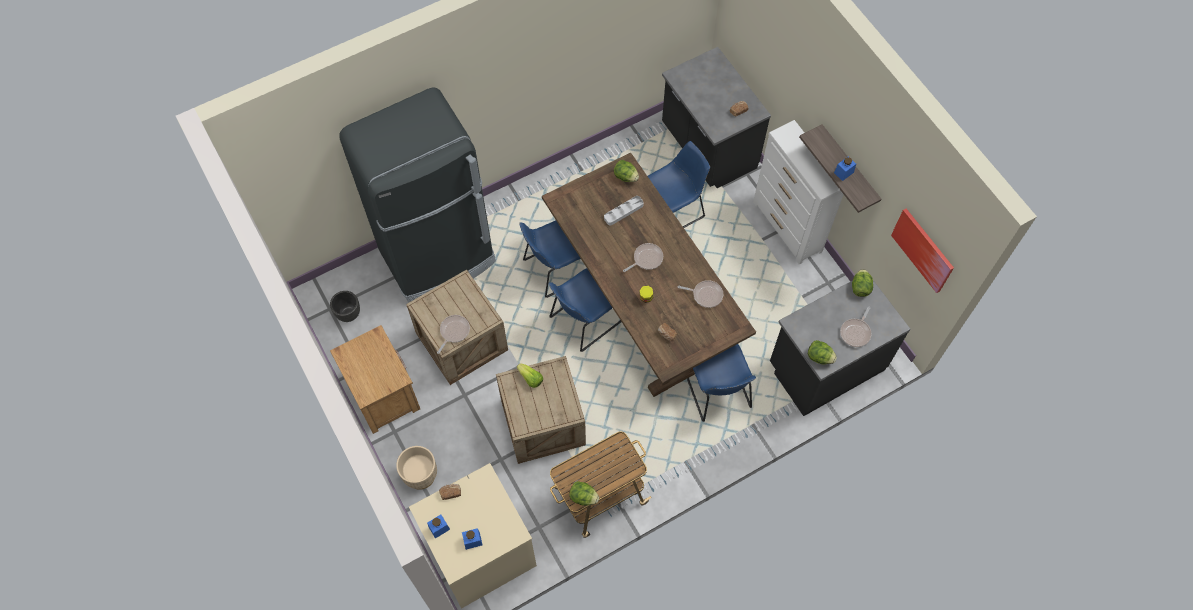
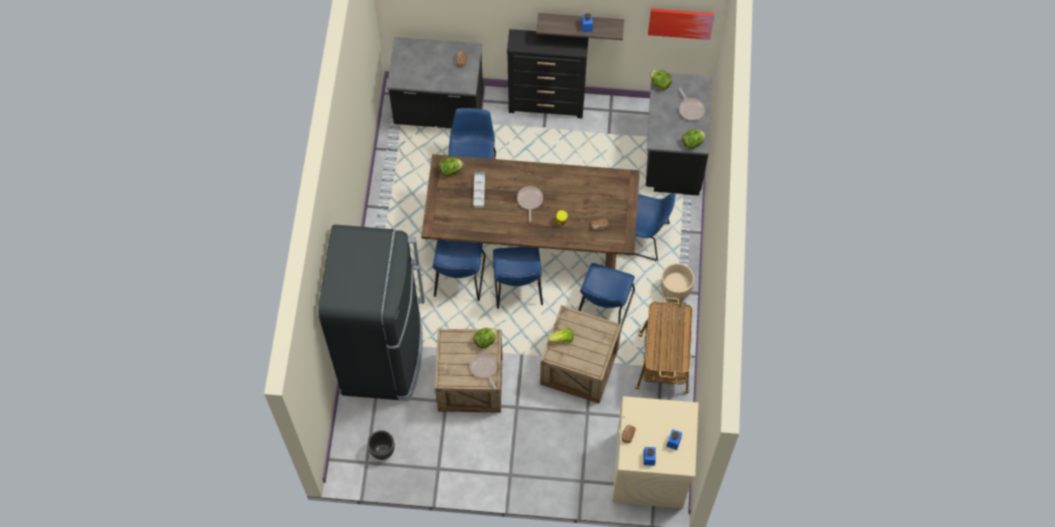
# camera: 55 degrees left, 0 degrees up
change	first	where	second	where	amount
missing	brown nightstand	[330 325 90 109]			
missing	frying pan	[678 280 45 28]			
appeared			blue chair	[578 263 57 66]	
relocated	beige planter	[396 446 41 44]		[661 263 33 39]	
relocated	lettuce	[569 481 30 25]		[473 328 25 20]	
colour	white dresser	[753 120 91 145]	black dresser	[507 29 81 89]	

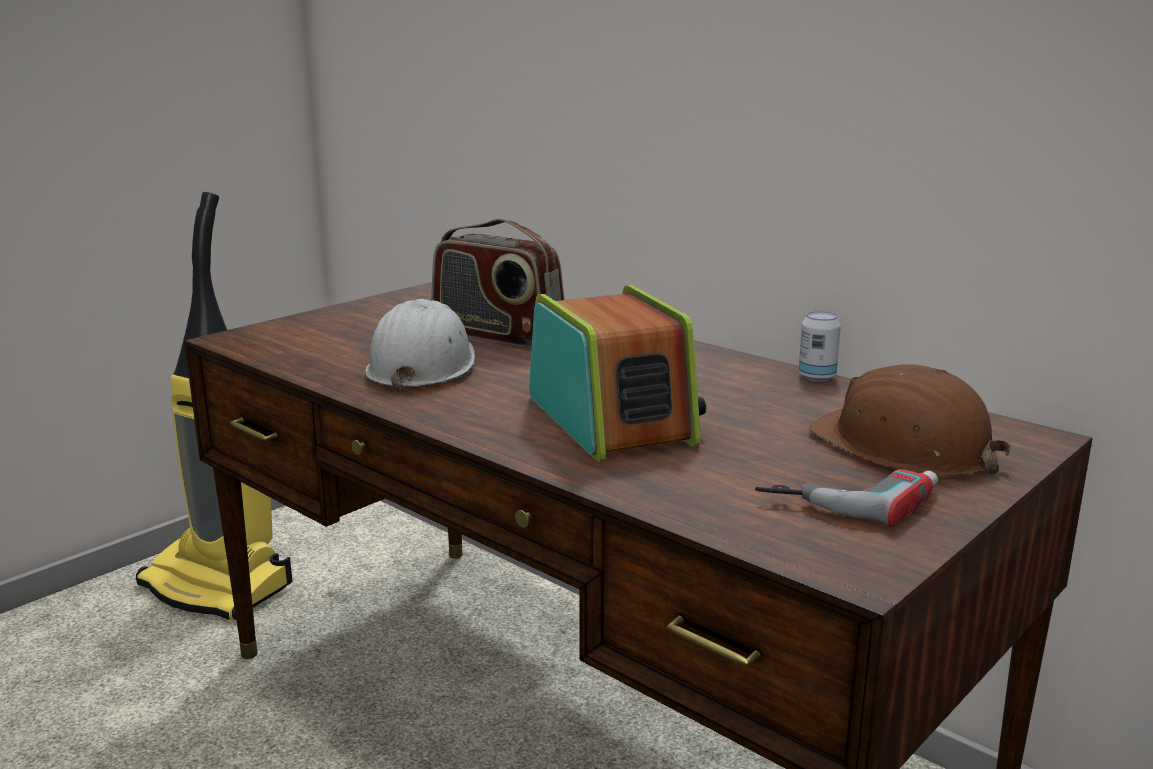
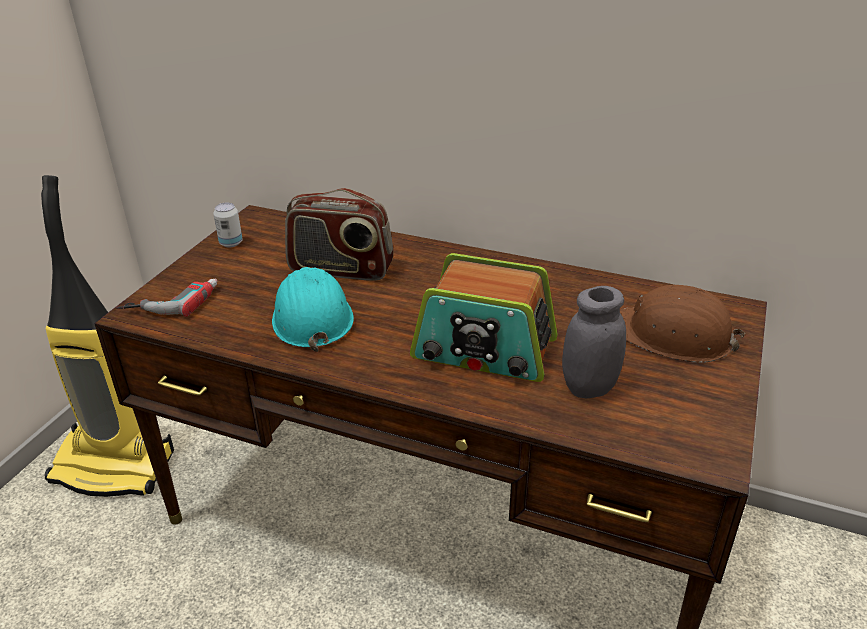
# camera: 20 degrees left, 15 degrees up
change	first	where	second	where	amount
appeared			grey jar	[562 286 64 113]	
relocated	power drill	[755 469 183 58]		[115 279 102 38]	
relocated	can	[799 311 42 71]		[213 203 30 45]	
colour	white hard hat	[365 299 110 93]	turquoise hard hat	[272 267 82 85]	
spun	radio	[529 285 177 177]		[410 253 148 129]	150 degrees clockwise

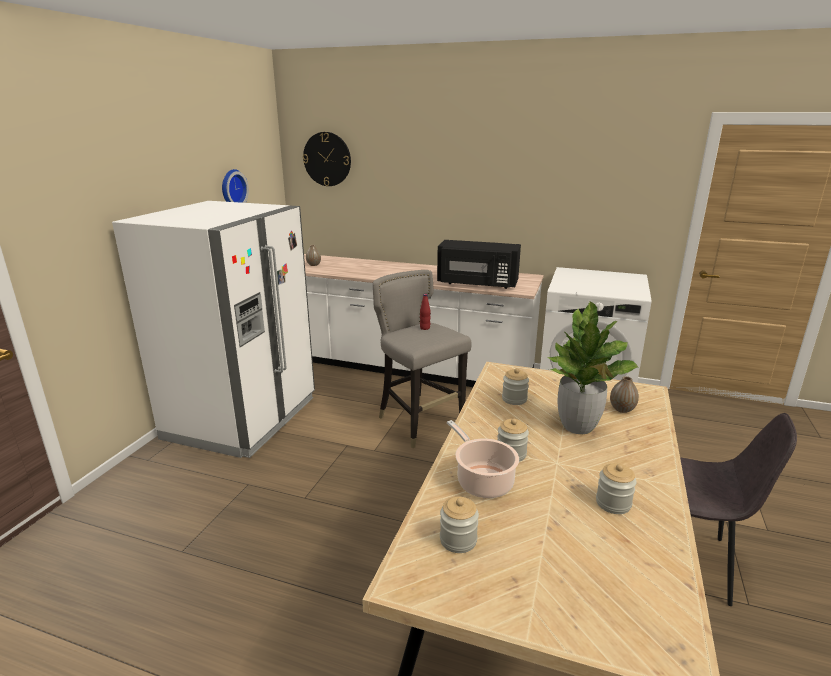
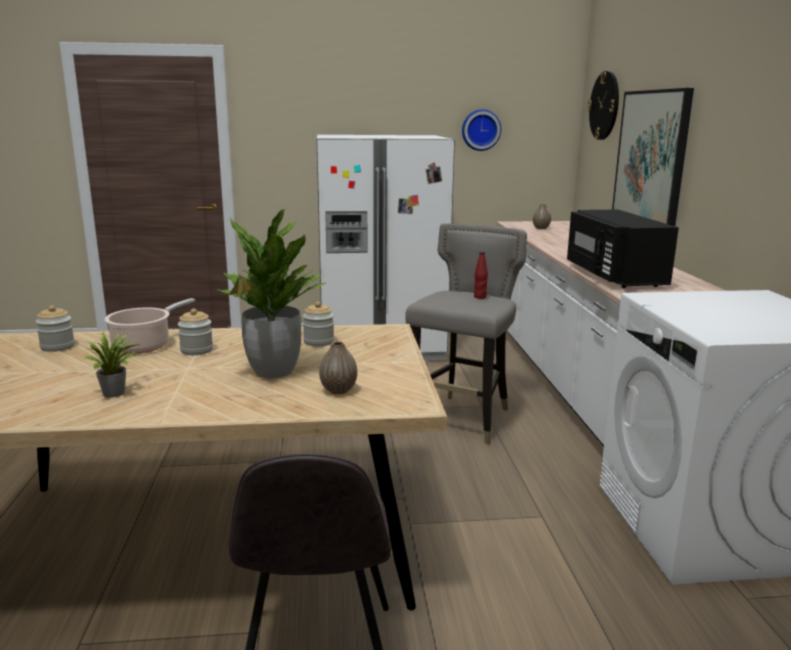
# camera: 65 degrees right, 5 degrees down
change	first	where	second	where	amount
appeared			picture	[612 88 82 138]	
exchanged	jar	[596 463 41 51]	potted plant	[84 332 56 66]	

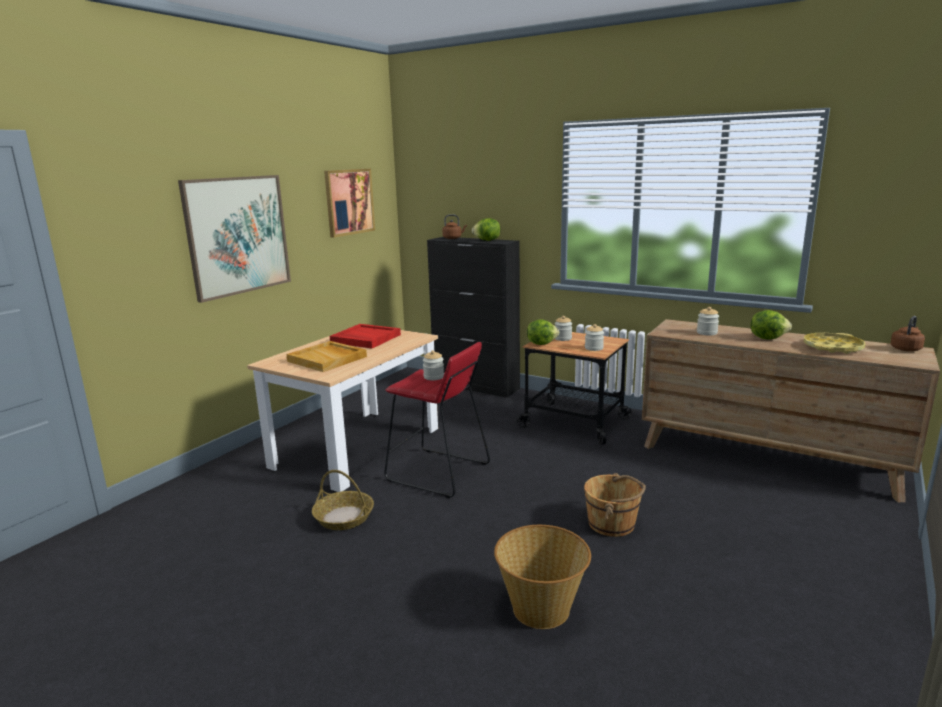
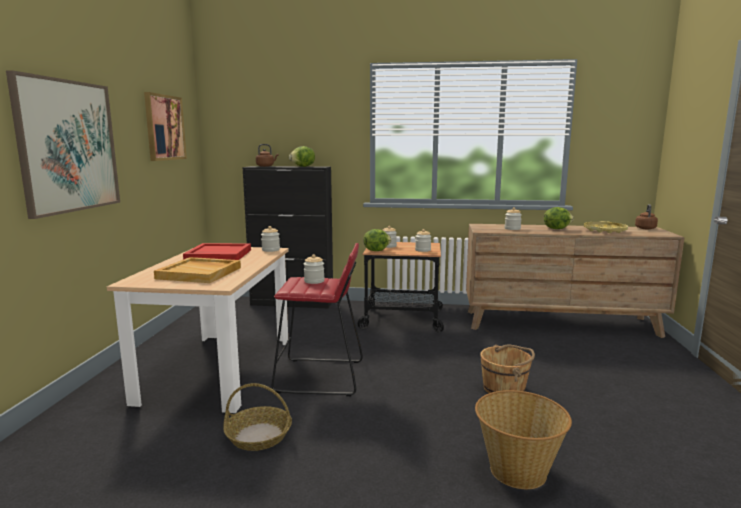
# camera: 25 degrees left, 5 degrees down
change	first	where	second	where	amount
appeared			jar	[261 226 19 26]	

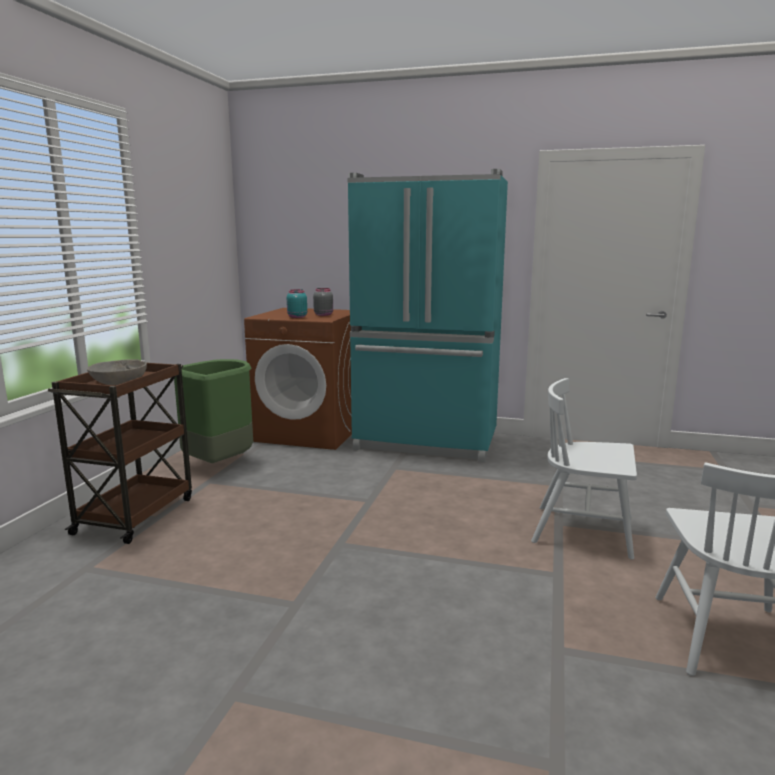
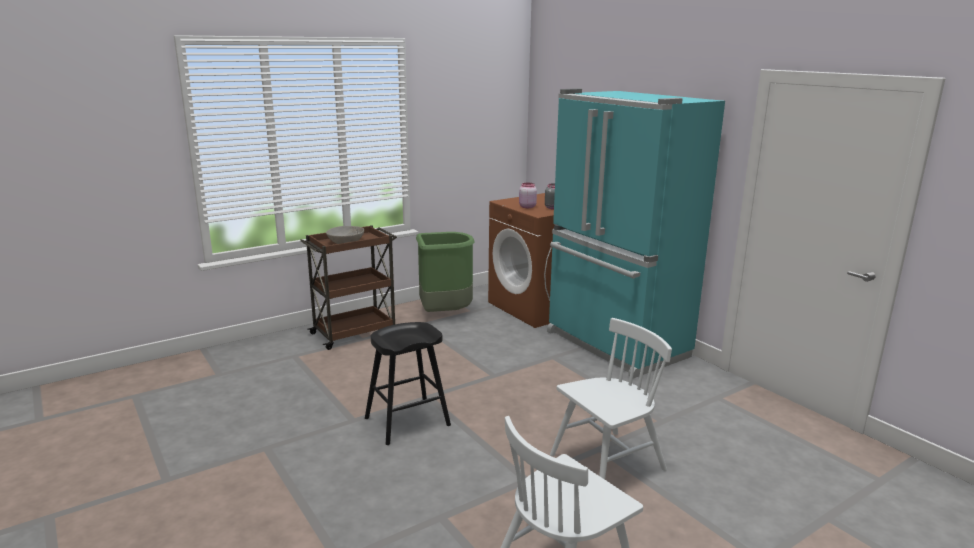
# camera: 40 degrees right, 5 degrees up
change	first	where	second	where	amount
appeared			black stool	[365 322 86 123]	
colour	turquoise jar	[287 289 20 29]	pink jar	[519 183 18 25]	
spun	white chair	[531 378 106 181]		[550 318 122 161]	90 degrees clockwise

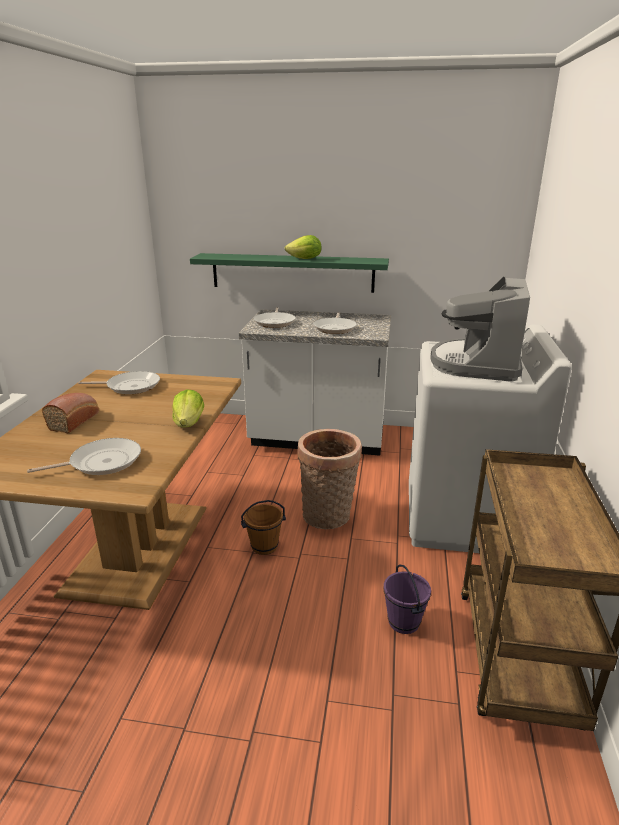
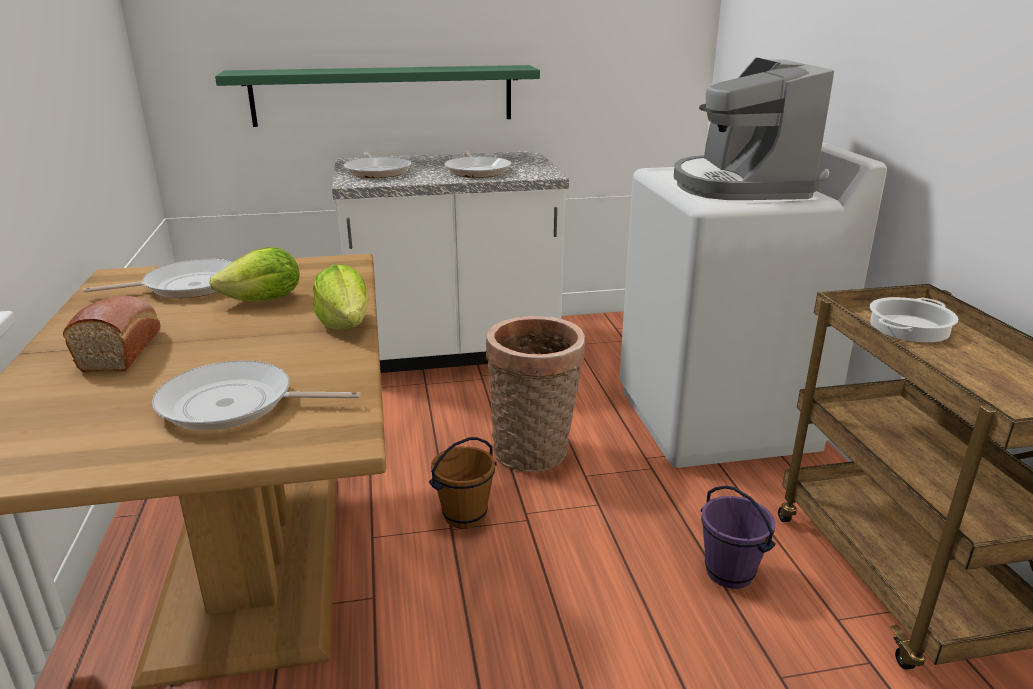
# camera: 20 degrees left, 0 degrees up
change	first	where	second	where	amount
appeared			cooking pot	[870 297 88 45]	
relocated	lettuce	[285 235 37 24]		[209 247 90 55]	
spun	frying pan	[27 438 114 37]		[152 360 208 70]	135 degrees counterclockwise

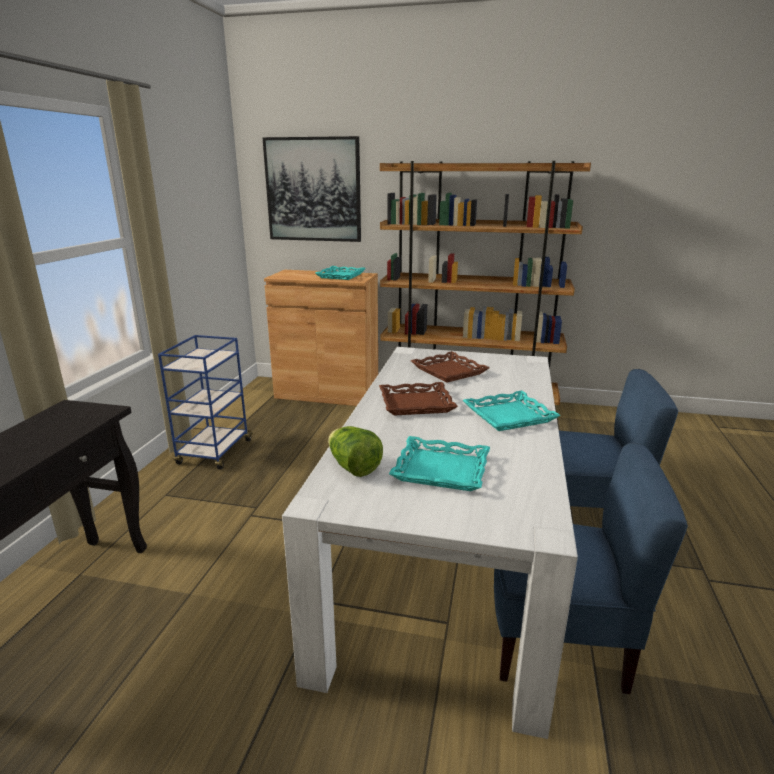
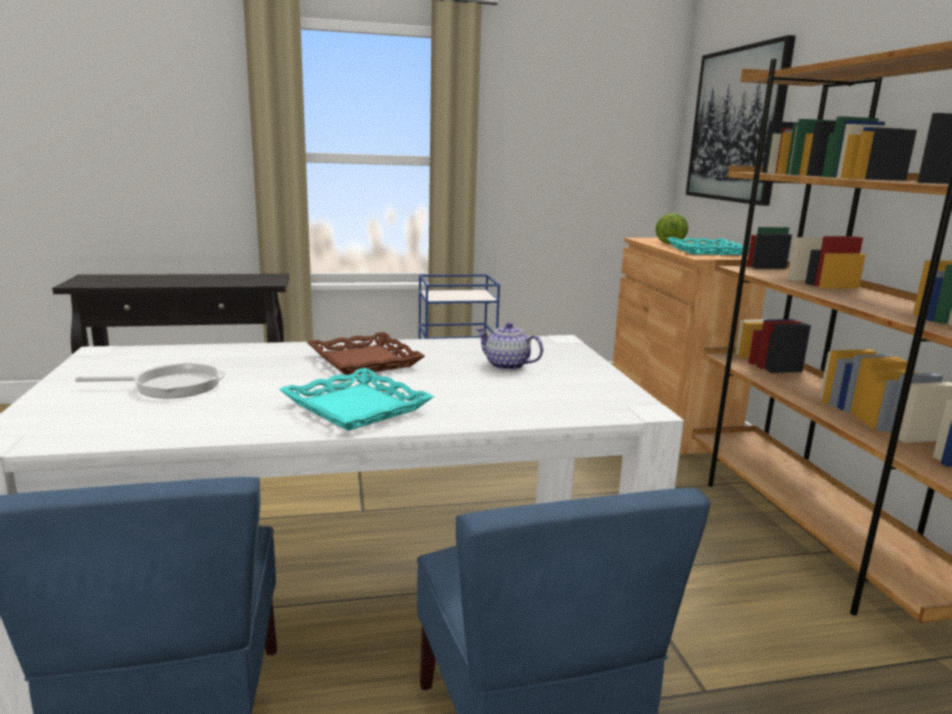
# camera: 65 degrees right, 5 degrees down
change	first	where	second	where	amount
relocated	lettuce	[328 426 55 51]		[656 213 32 31]	
exchanged	turquoise tray	[389 436 101 55]	frying pan	[75 362 151 36]	
exchanged	brown tray	[411 351 79 32]	teapot	[476 322 67 48]	

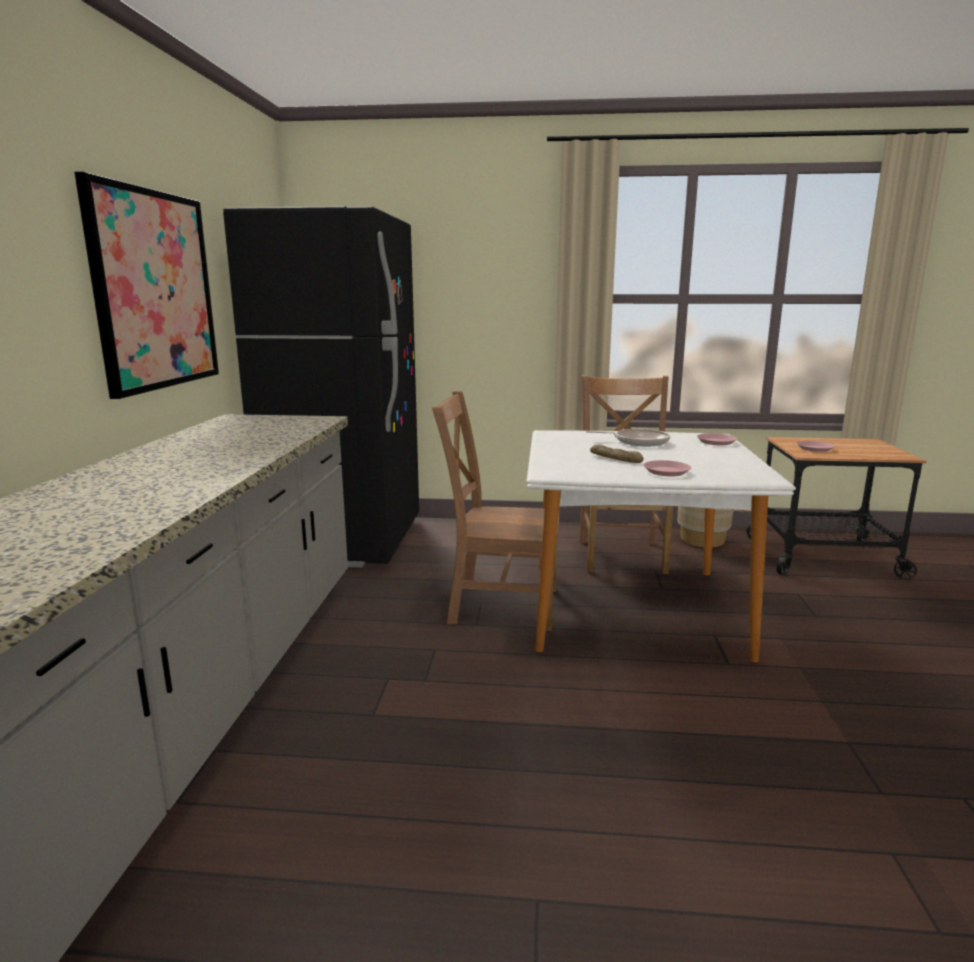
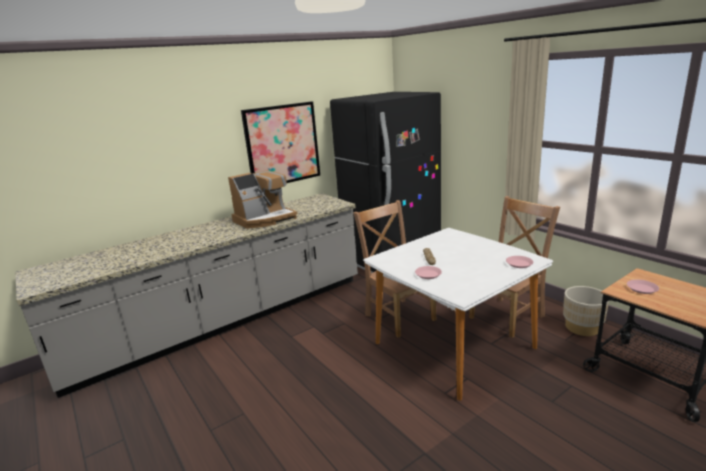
# camera: 50 degrees right, 5 degrees up
change	first	where	second	where	amount
missing	frying pan	[586 429 84 18]			
appeared			coffee machine	[228 170 69 59]	

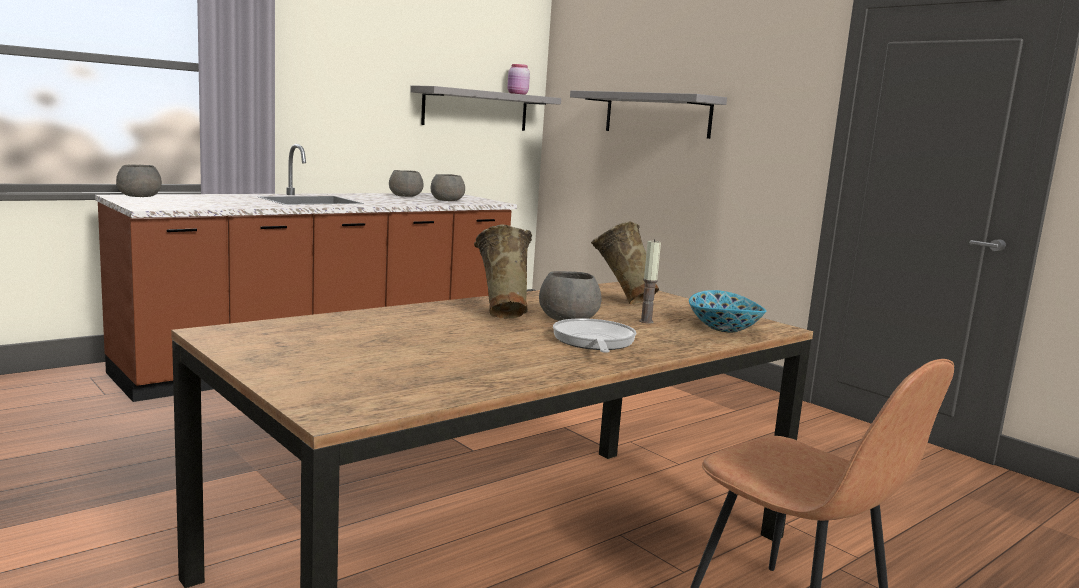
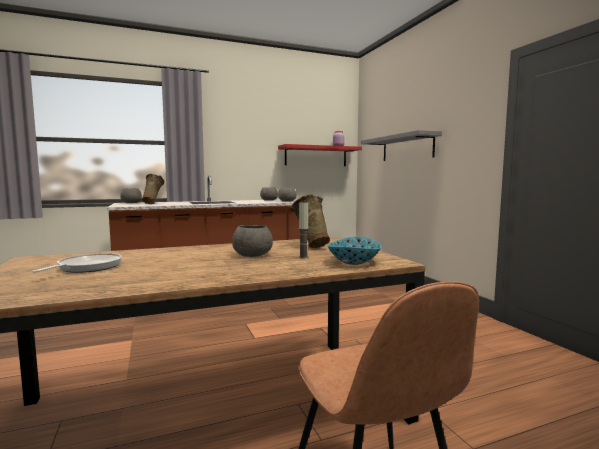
# camera: 20 degrees right, 5 degrees down
change	first	where	second	where	amount
relocated	beige vase	[474 224 58 95]		[142 174 22 30]	
relocated	frying pan	[553 318 83 35]		[32 253 90 20]	
colour	grey shelf	[410 85 151 46]	red shelf	[278 144 84 22]	

